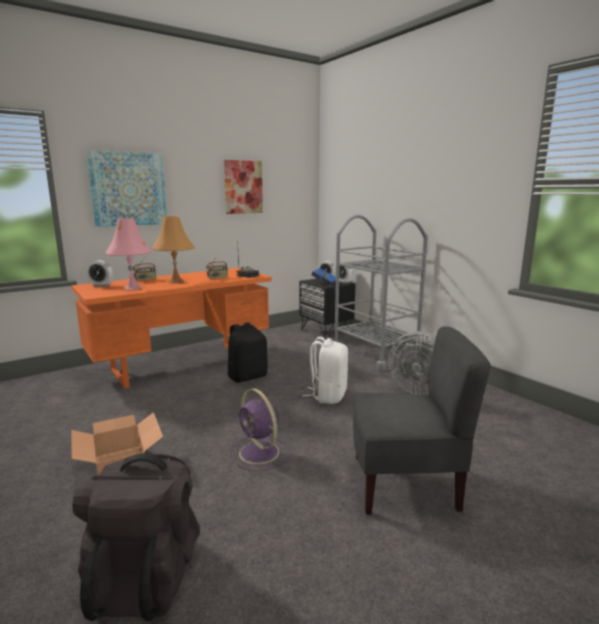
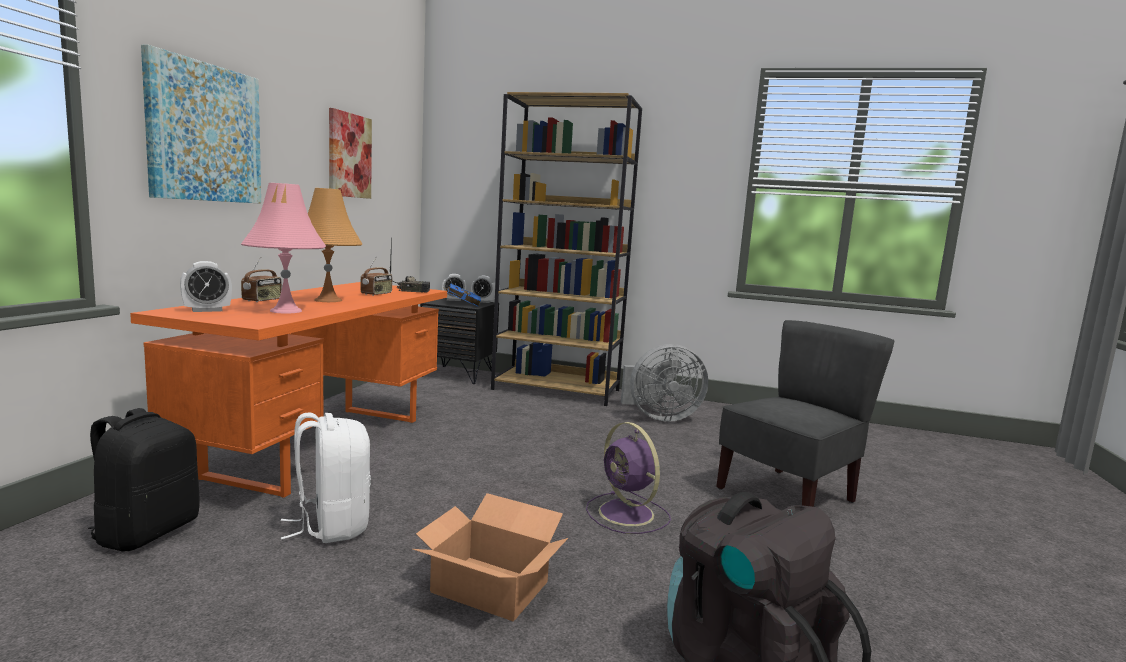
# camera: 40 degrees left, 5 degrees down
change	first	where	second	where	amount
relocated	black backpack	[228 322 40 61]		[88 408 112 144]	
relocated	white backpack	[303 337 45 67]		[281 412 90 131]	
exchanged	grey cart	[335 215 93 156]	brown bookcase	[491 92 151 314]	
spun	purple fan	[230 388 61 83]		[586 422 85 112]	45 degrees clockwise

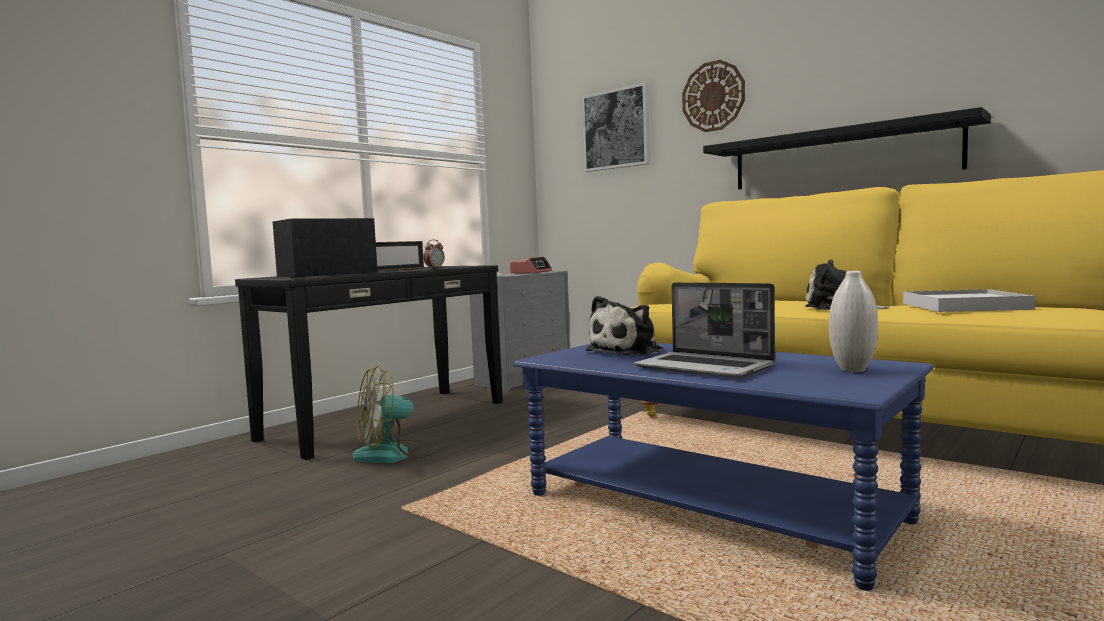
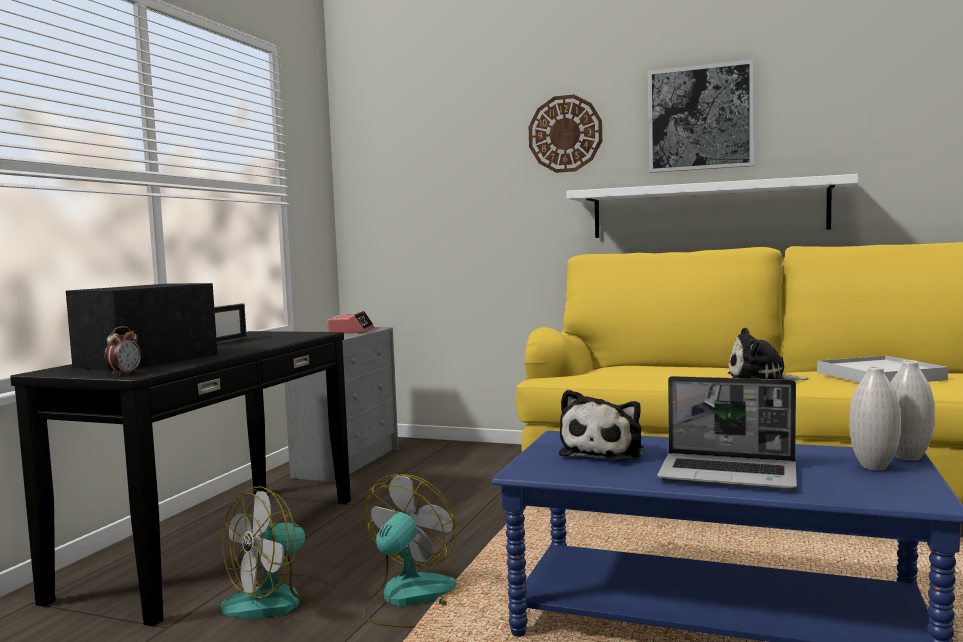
# camera: 20 degrees left, 0 degrees up
change	first	where	second	where	amount
appeared			fan	[363 474 94 153]	
appeared			white vase	[891 360 44 101]	
relocated	alarm clock	[424 239 21 30]		[105 326 36 50]	
relocated	picture	[582 82 68 90]		[648 59 106 114]	
colour	black shelf	[703 107 288 82]	white shelf	[566 174 292 64]	

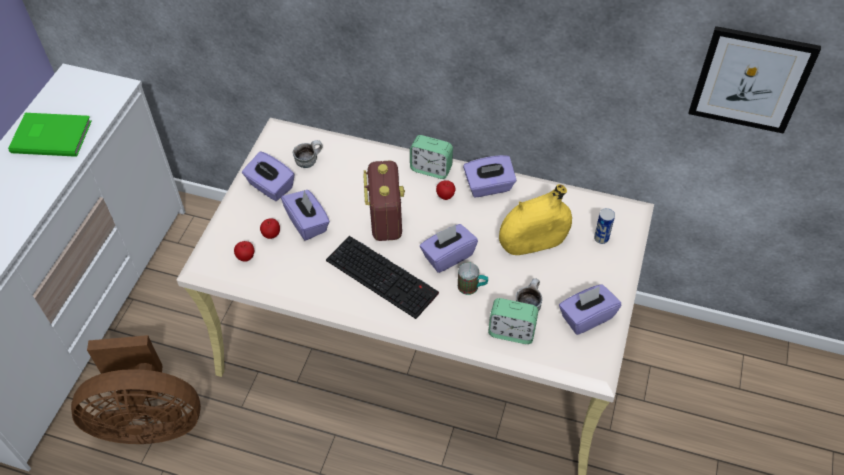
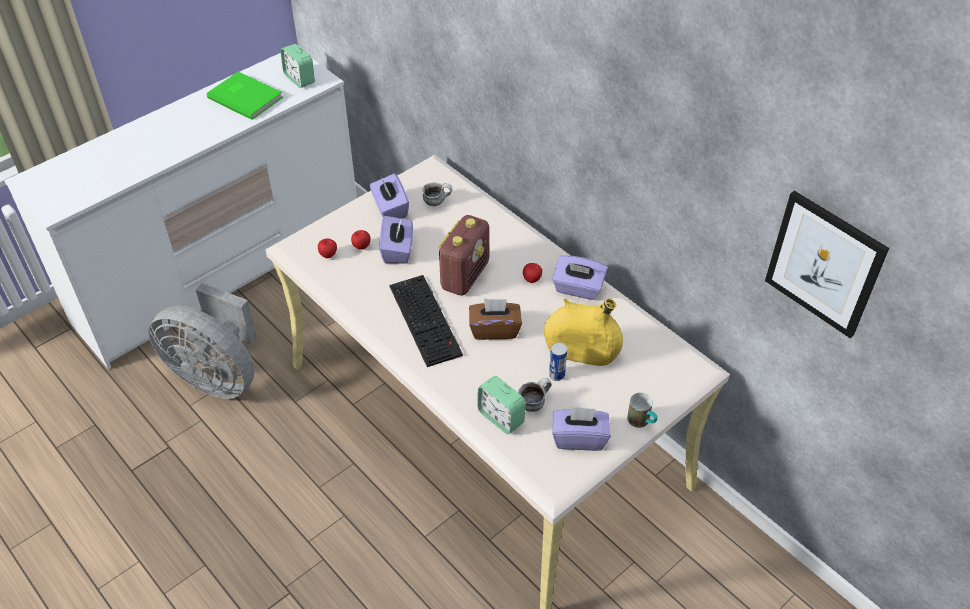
# camera: 30 degrees right, 5 degrees down
change	first	where	second	where	amount
relocated	alarm clock	[410 135 43 44]		[280 44 35 44]	
relocated	mug	[458 262 30 33]		[627 393 31 35]	
relocated	can	[594 208 21 36]		[549 342 18 39]	
colour	brown fan	[71 335 130 109]	grey fan	[149 283 108 116]	
colour	purple tissue box	[420 224 58 49]	brown tissue box	[469 299 53 41]	

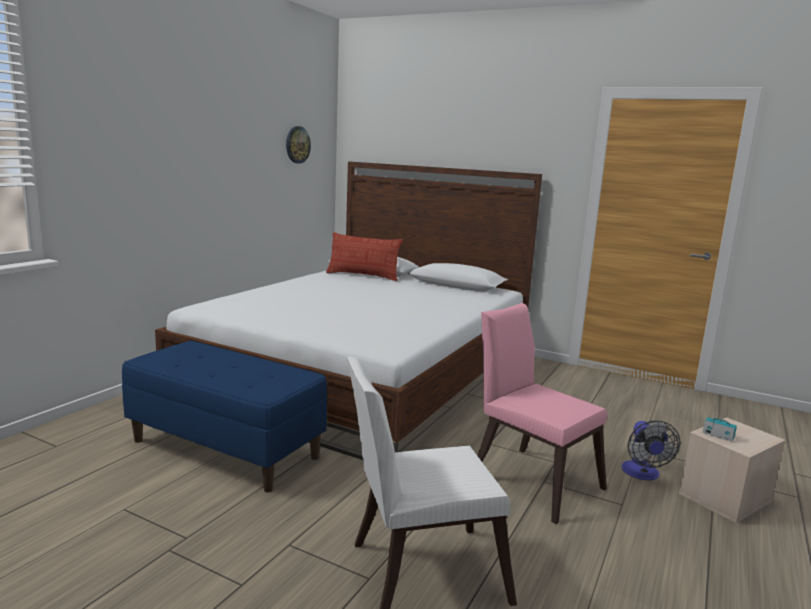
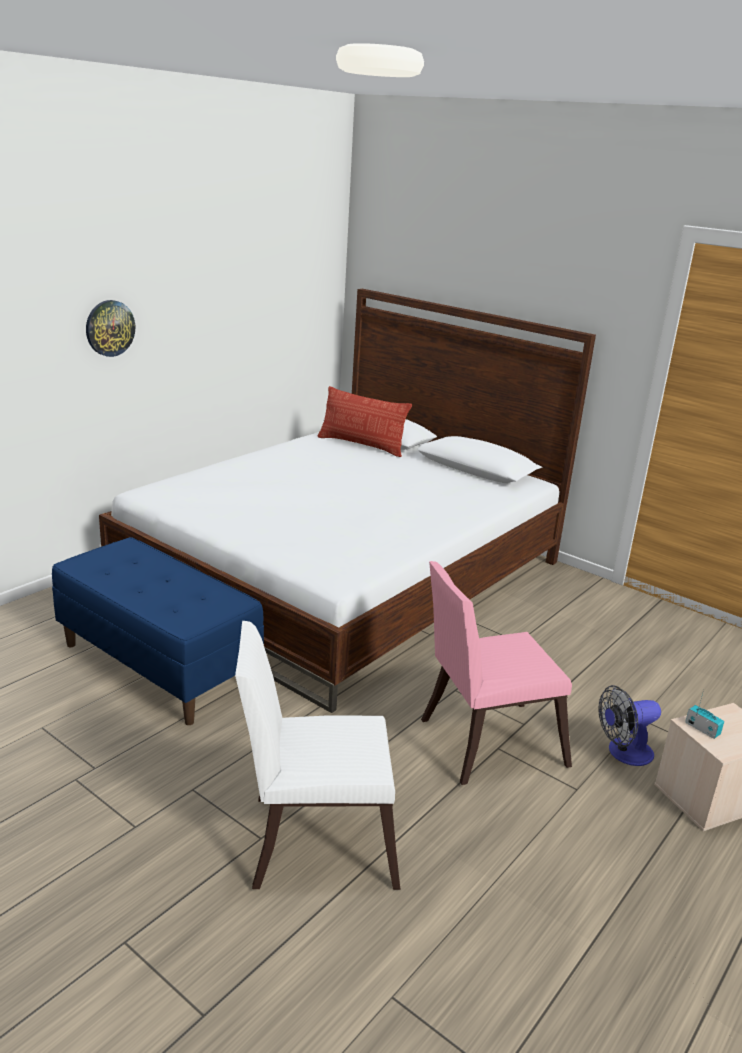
# camera: 10 degrees right, 10 degrees up
change	first	where	second	where	amount
relocated	wall clock	[286 126 25 38]		[86 300 49 57]	
spun	pink chair	[477 303 130 221]		[421 561 151 224]	75 degrees counterclockwise
spun	fan	[622 421 59 59]		[598 685 63 81]	60 degrees clockwise

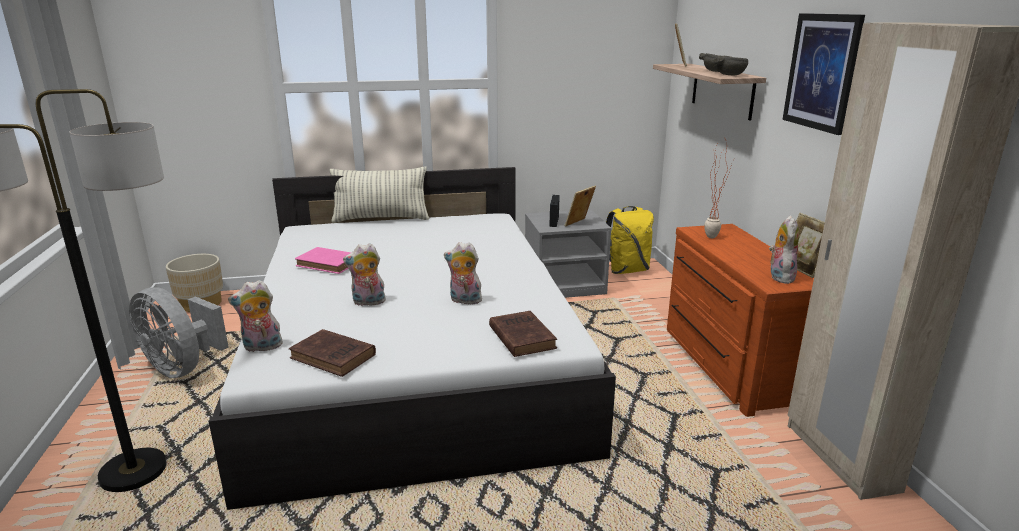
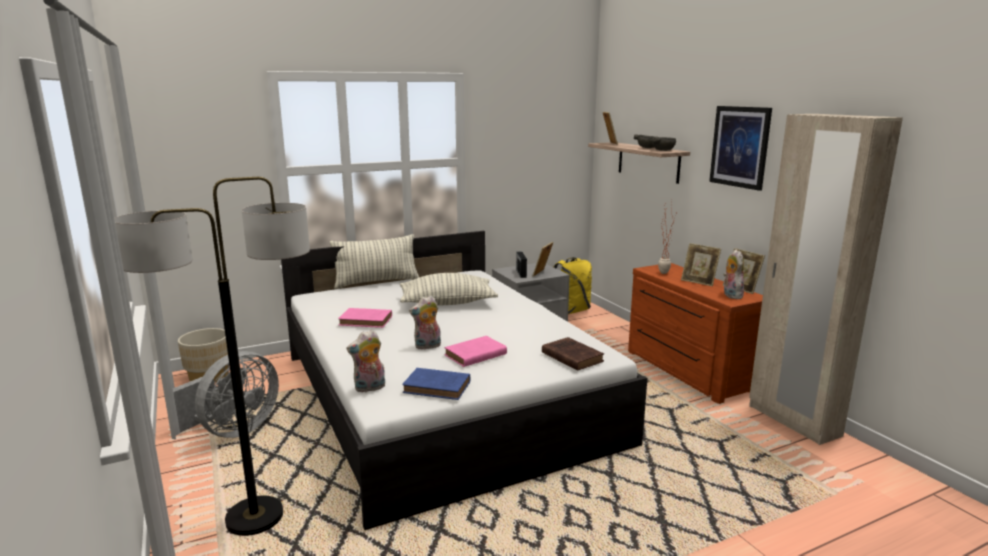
# camera: 15 degrees left, 5 degrees down
change	first	where	second	where	amount
missing	plush toy	[444 242 38 62]			
appeared			pillow	[400 273 98 32]	
appeared			pink book	[444 336 63 31]	
appeared			picture frame	[681 243 40 43]	
colour	brown book	[289 329 87 48]	blue book	[402 368 68 32]	
spun	grey fan	[129 287 100 91]		[173 351 106 87]	75 degrees counterclockwise

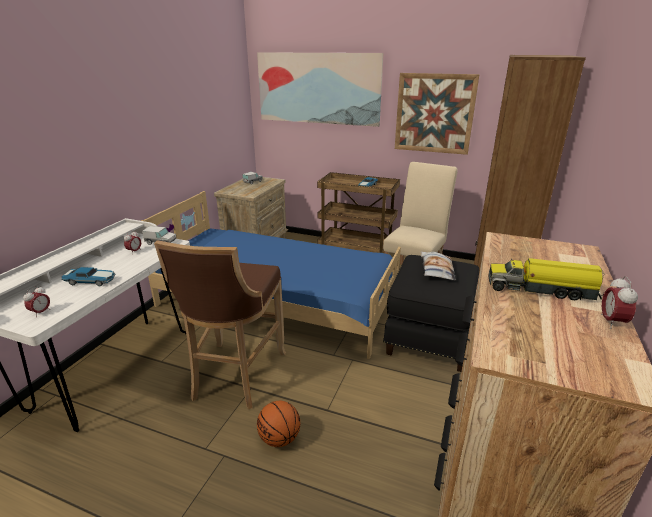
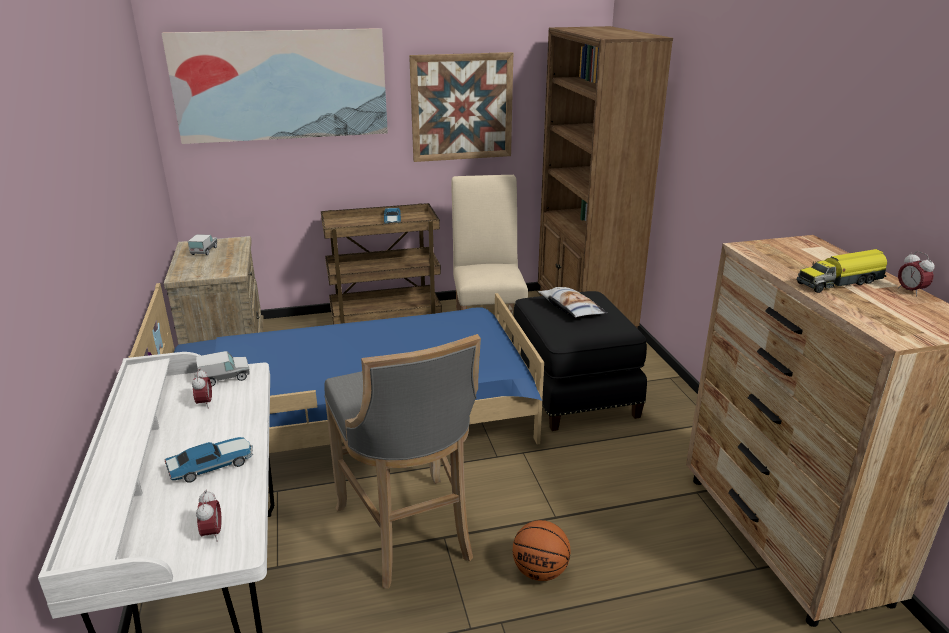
# camera: 35 degrees left, 0 degrees up
change	first	where	second	where	amount
colour	brown stool	[154 240 132 169]	grey stool	[324 334 157 255]	

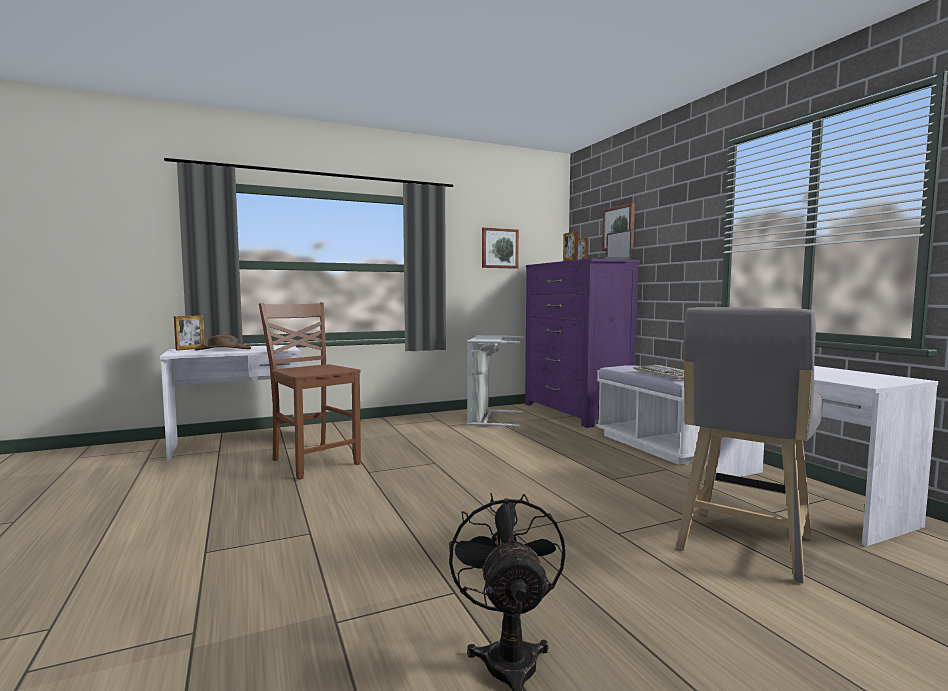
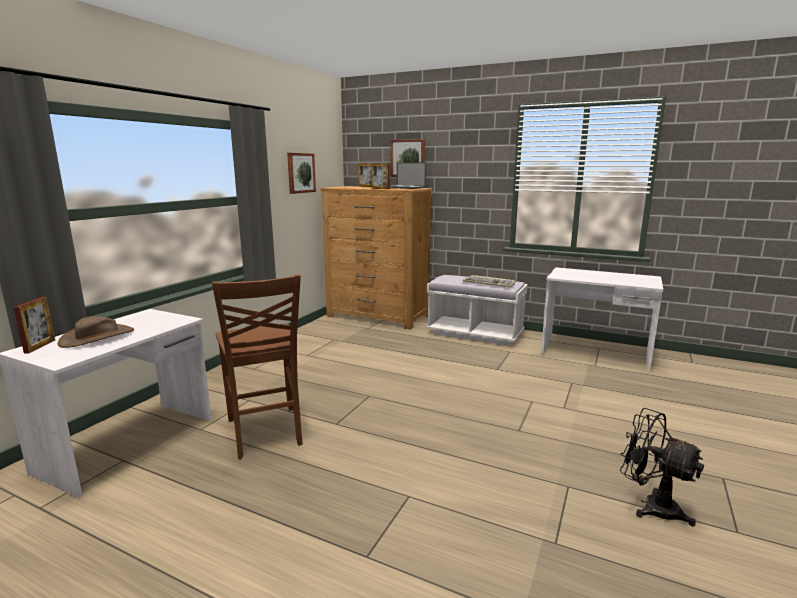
# camera: 40 degrees left, 10 degrees up
change	first	where	second	where	amount
missing	grey laundry basket	[467 335 57 92]			
missing	grey stool	[676 307 146 277]			
colour	purple dresser	[525 258 115 170]	brown dresser	[320 186 112 144]	
spun	brown chair	[259 302 102 178]		[212 274 91 185]	120 degrees counterclockwise

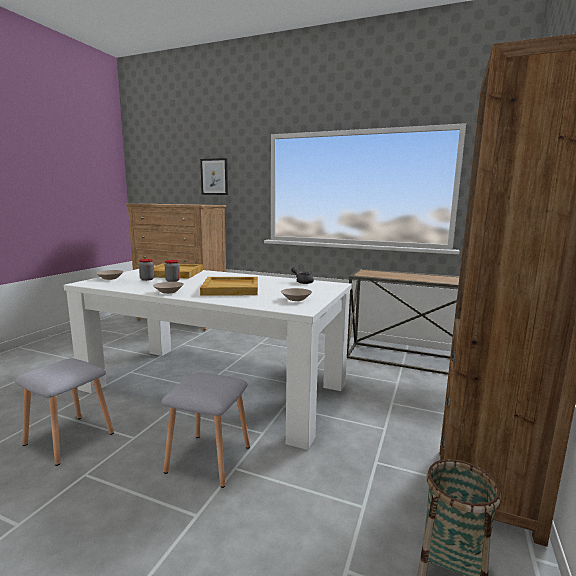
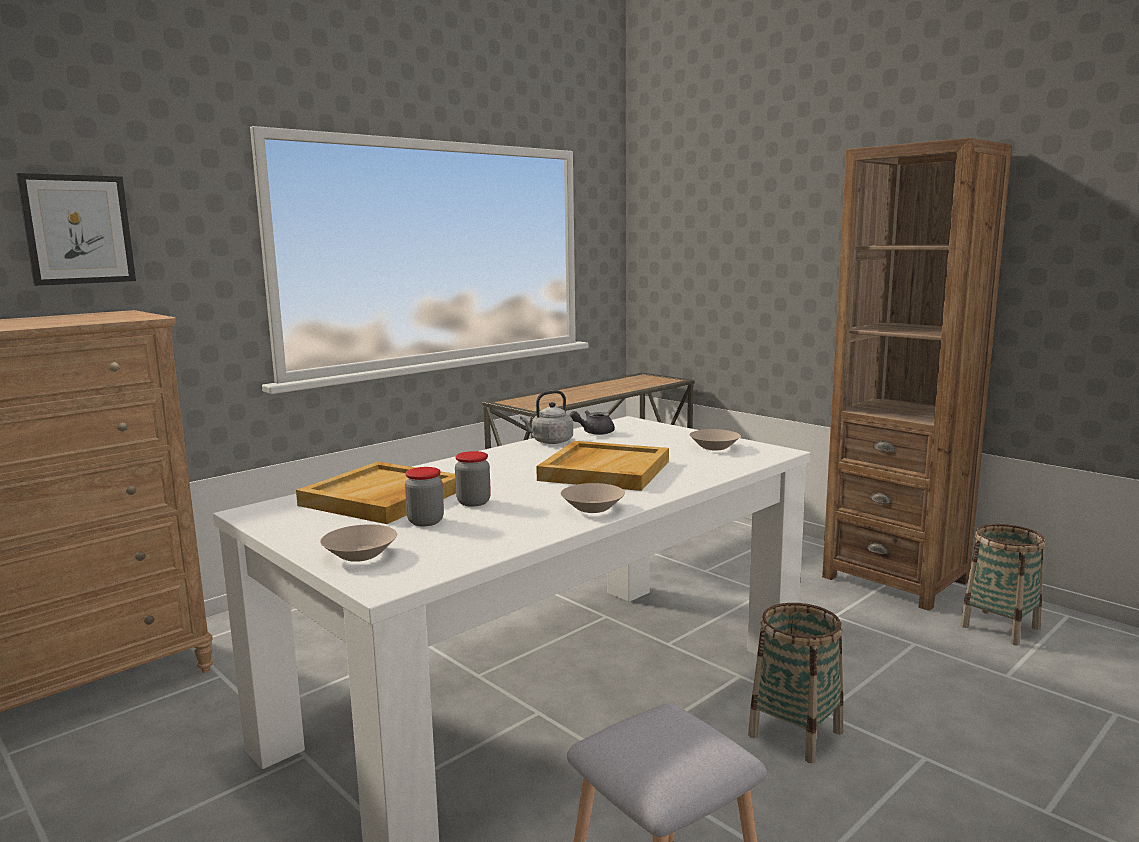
# camera: 65 degrees left, 0 degrees up
change	first	where	second	where	amount
appeared			grey kettle	[520 390 53 54]	
exchanged	grey stool	[161 373 89 115]	basket	[748 603 95 160]	

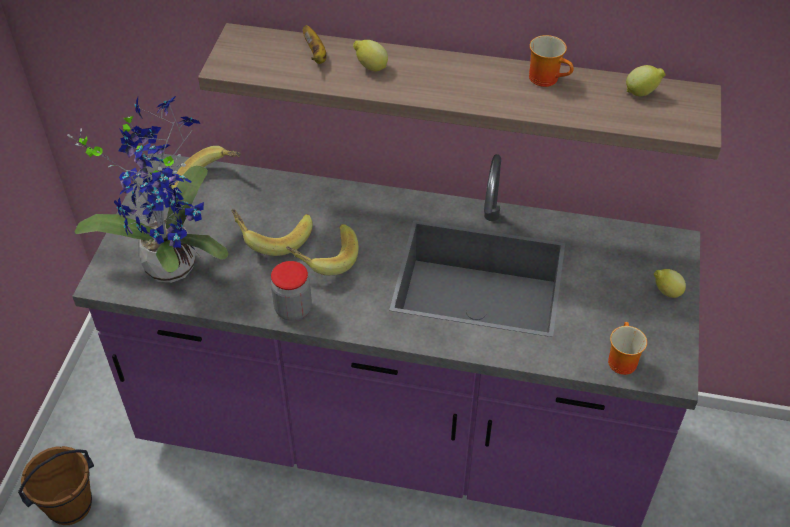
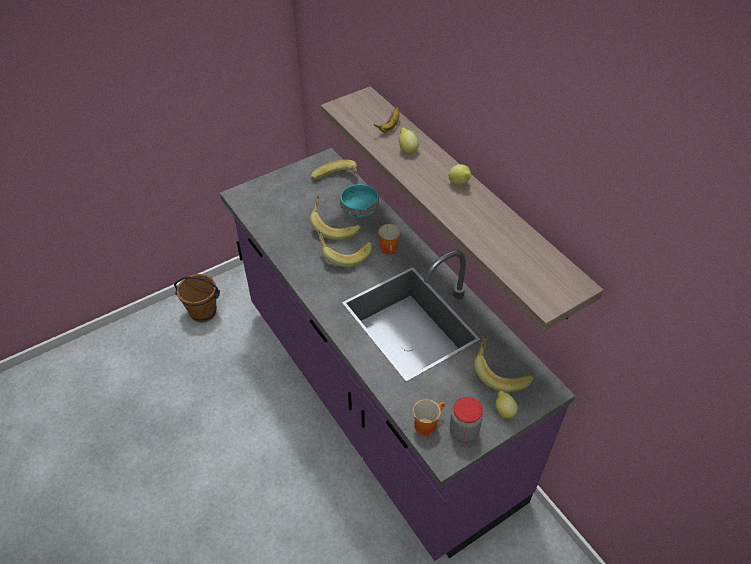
# camera: 45 degrees right, 0 degrees up
change	first	where	second	where	amount
missing	potted plant	[67 96 161 187]			
appeared			turquoise bowl	[340 184 39 34]	
appeared			banana	[474 335 60 57]	
relocated	jar	[271 261 41 60]		[450 397 33 46]	
relocated	mug	[529 35 45 52]		[378 224 23 30]	
relocated	lemon	[626 65 40 31]		[449 164 22 21]	

